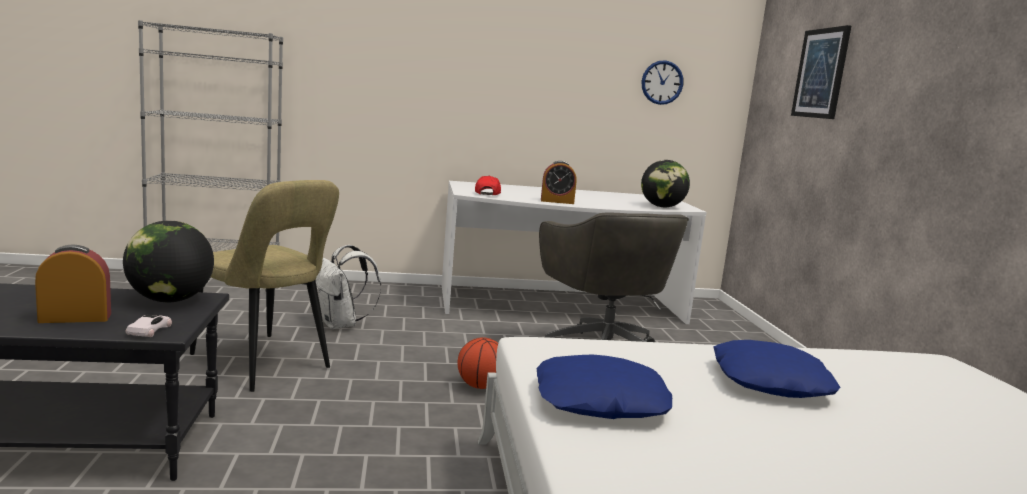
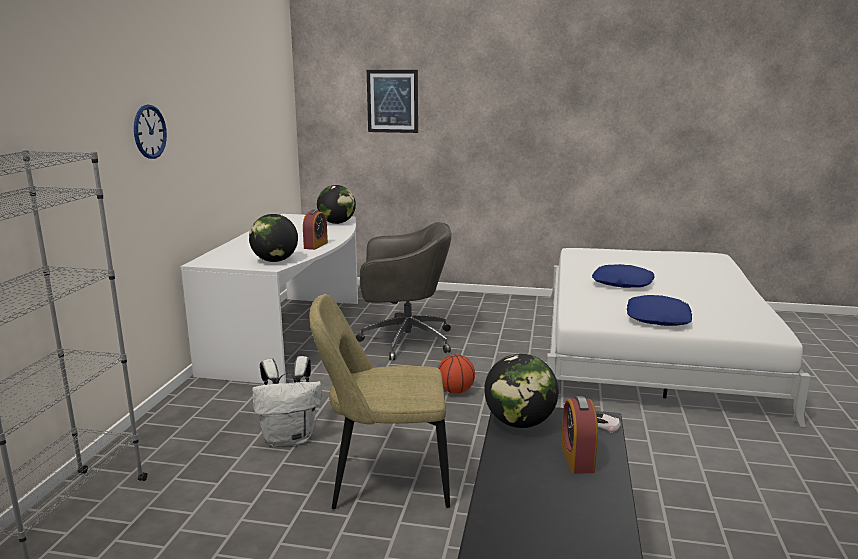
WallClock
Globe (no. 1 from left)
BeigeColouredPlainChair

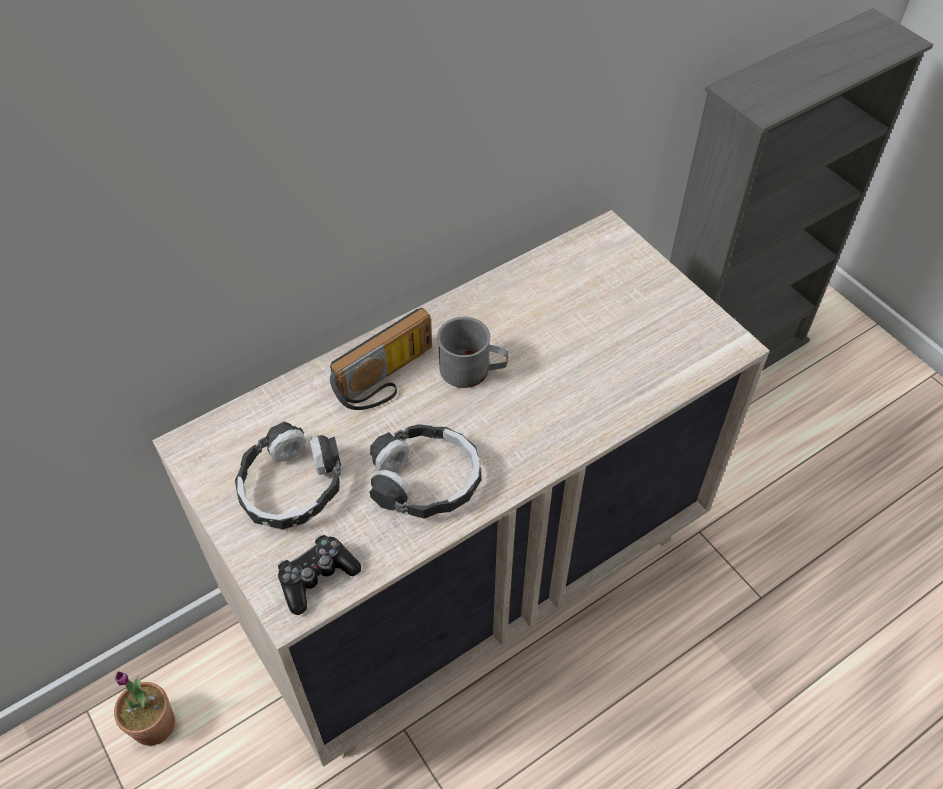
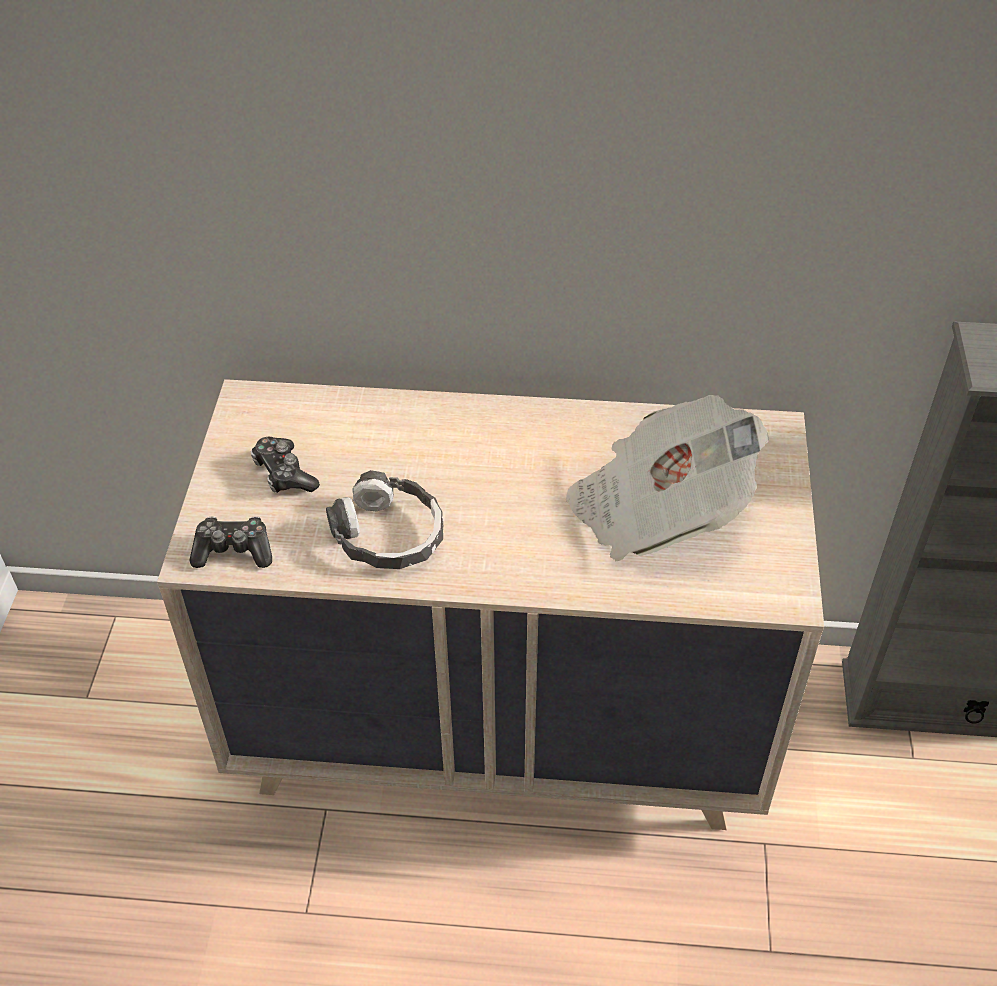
Joypad (no. 2 from left)
Newspaper
PlantInAPot
RadioReceiver
GreyTeaMug

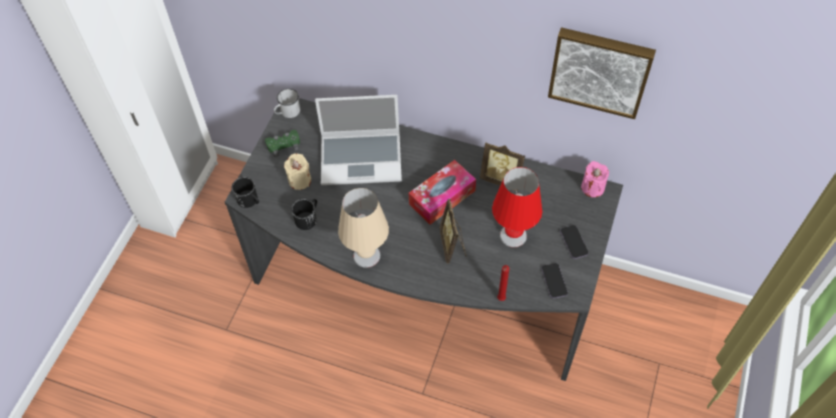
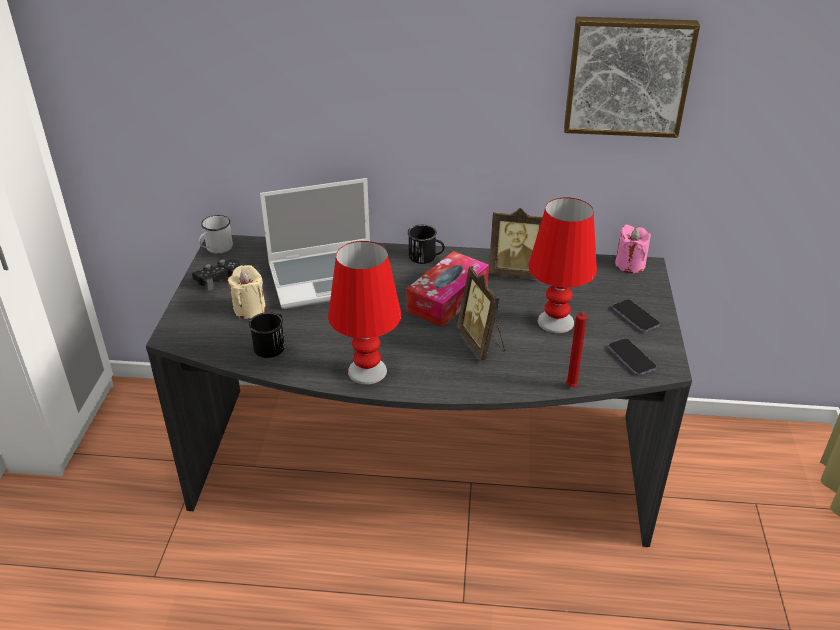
BlackJoypad
RedTableLamp (no. 1 from left)
BlackTeaMug (no. 2 from left)

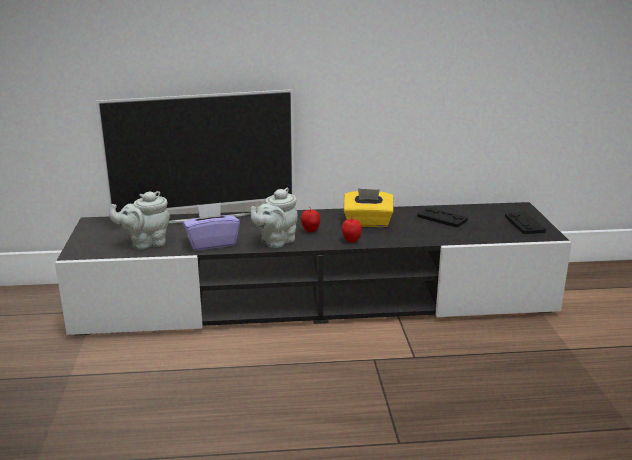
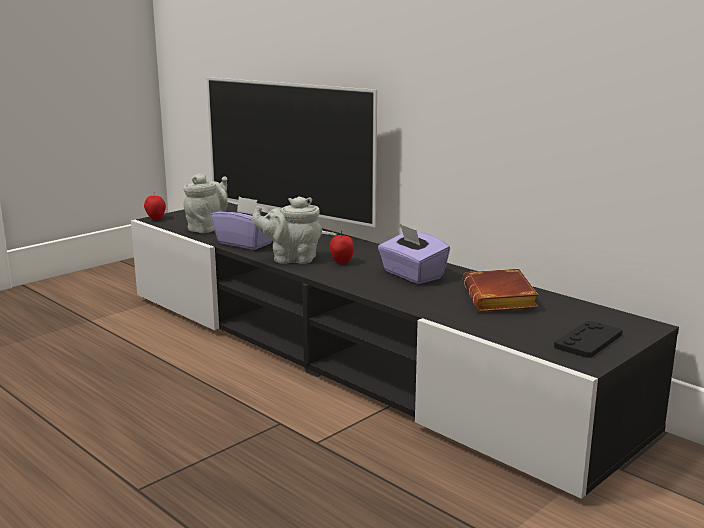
WholeApple (no. 1 from left)
GreyTeapot (no. 1 from left)
PurplishBoxOfTissues (no. 2 from left)
BrownBoundBook

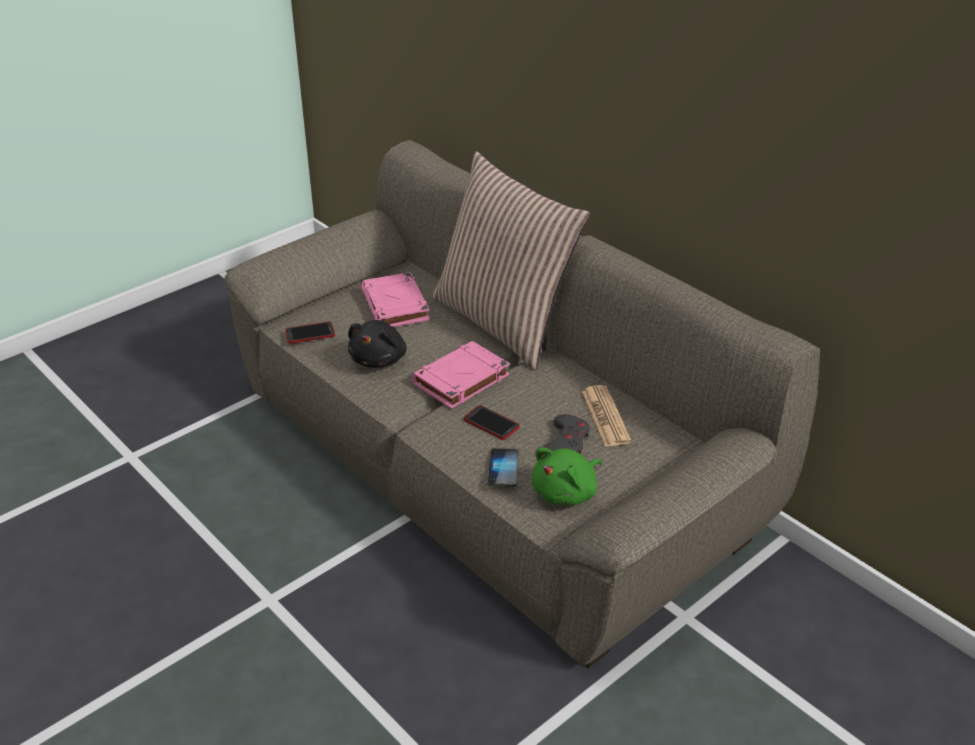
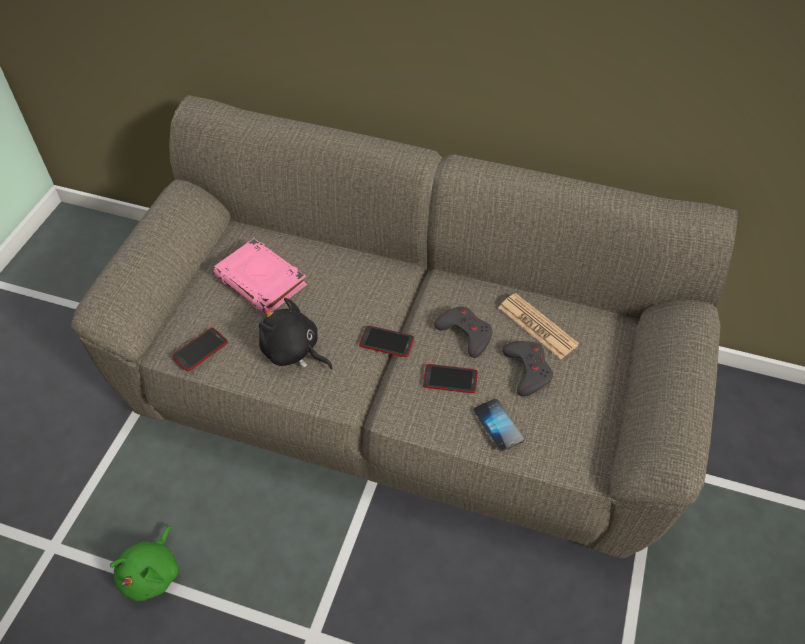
GreenPlushToy
BlackPlushToy
Phone (no. 2 from left)
GreyJoypad (no. 1 from left)
ThrowPillow

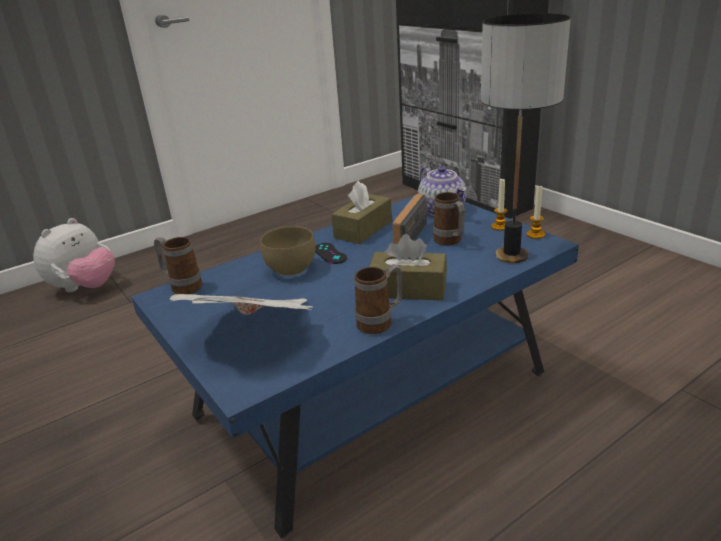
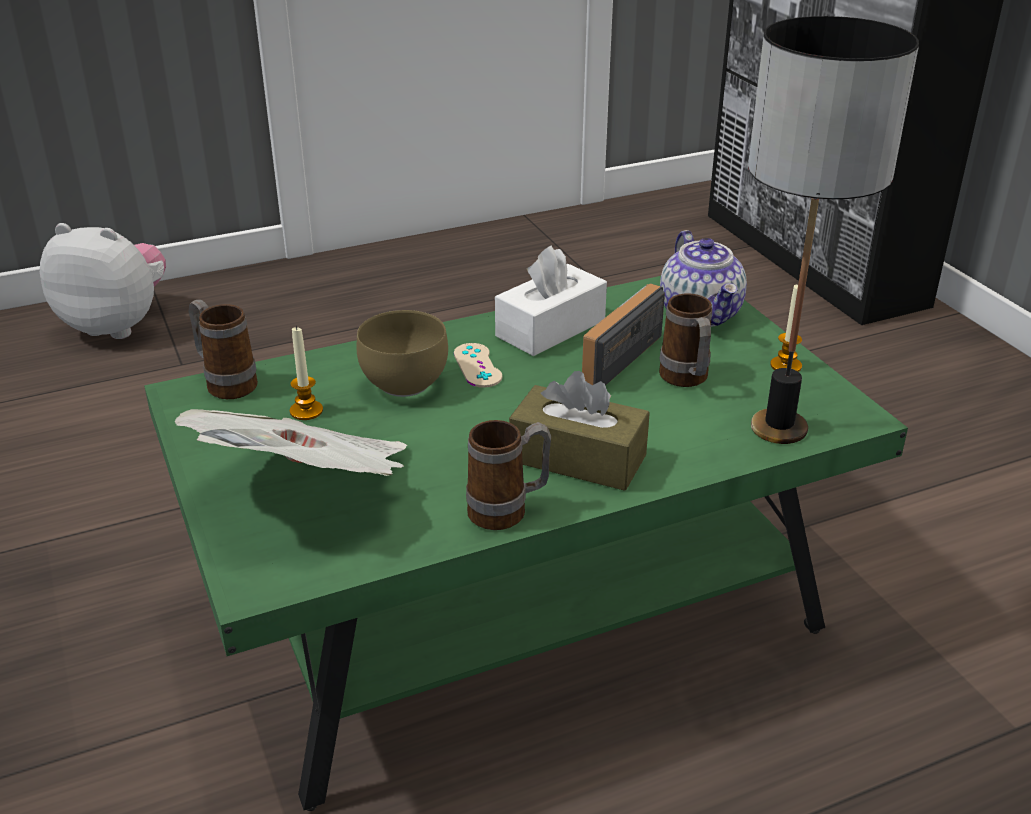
PlushToy
GreenLowTable
WaxCandle (no. 1 from left)
BeigeColouredJoypad
WhitishBoxOfTissues

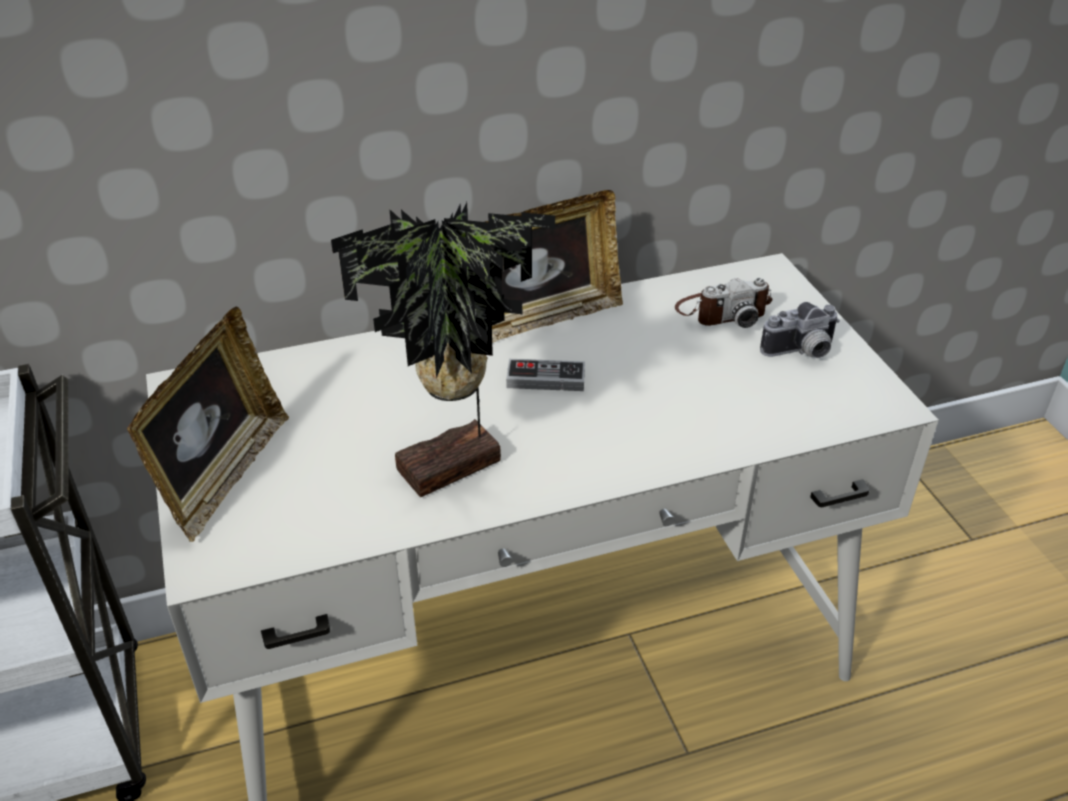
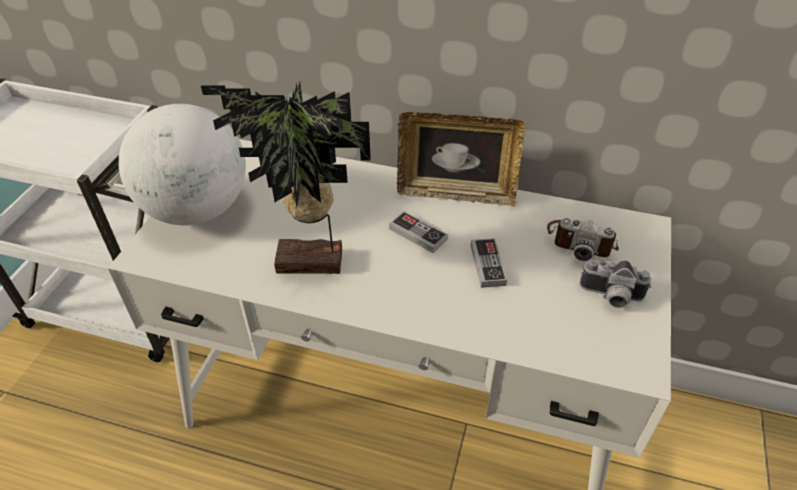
Globe
Joypad (no. 2 from left)

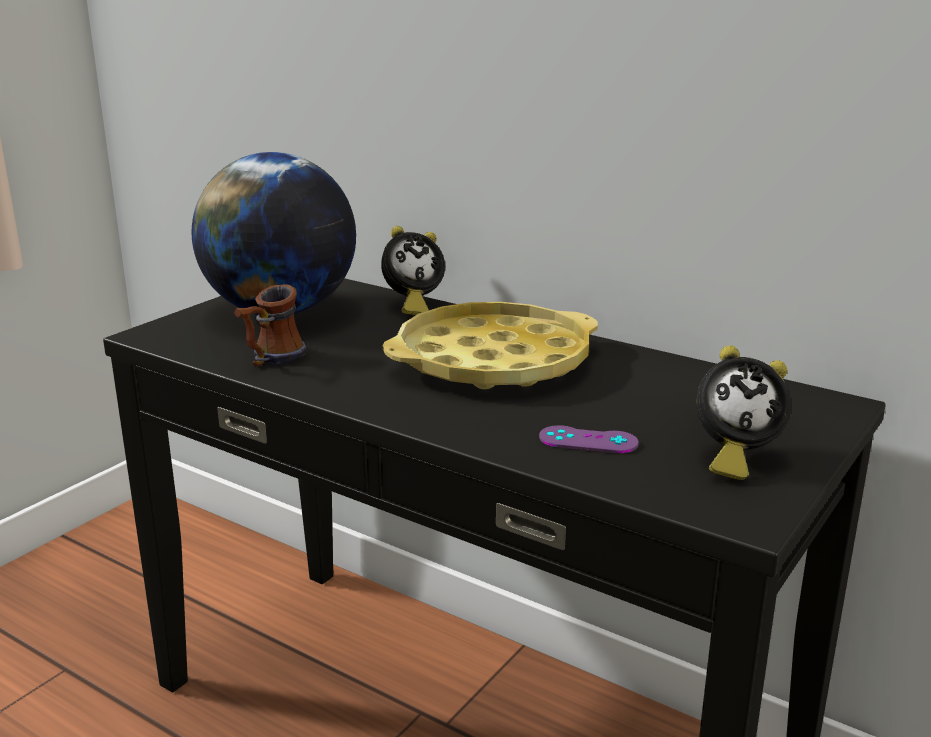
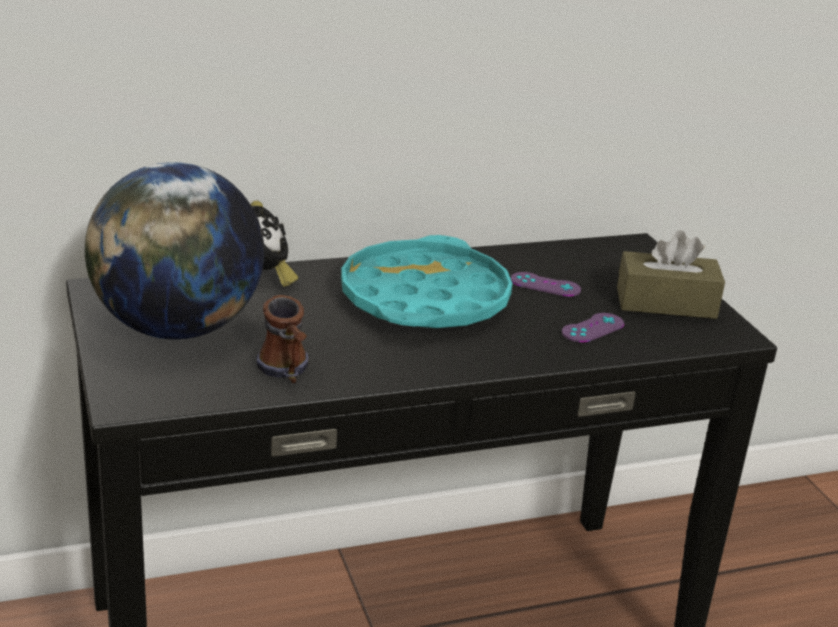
TurquoiseServingTray
PurplishJoypad (no. 1 from left)
BrownBoxOfTissues

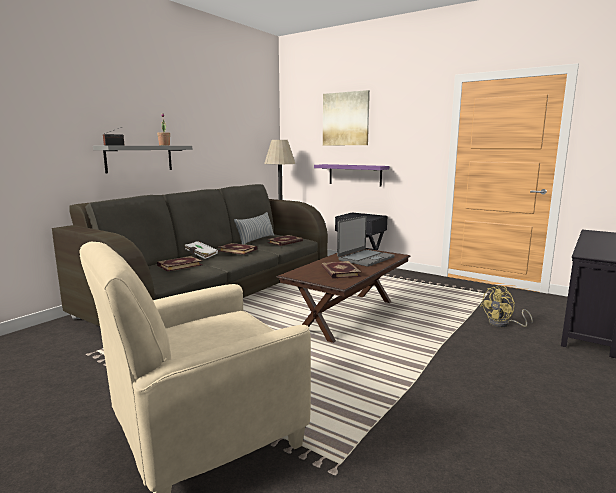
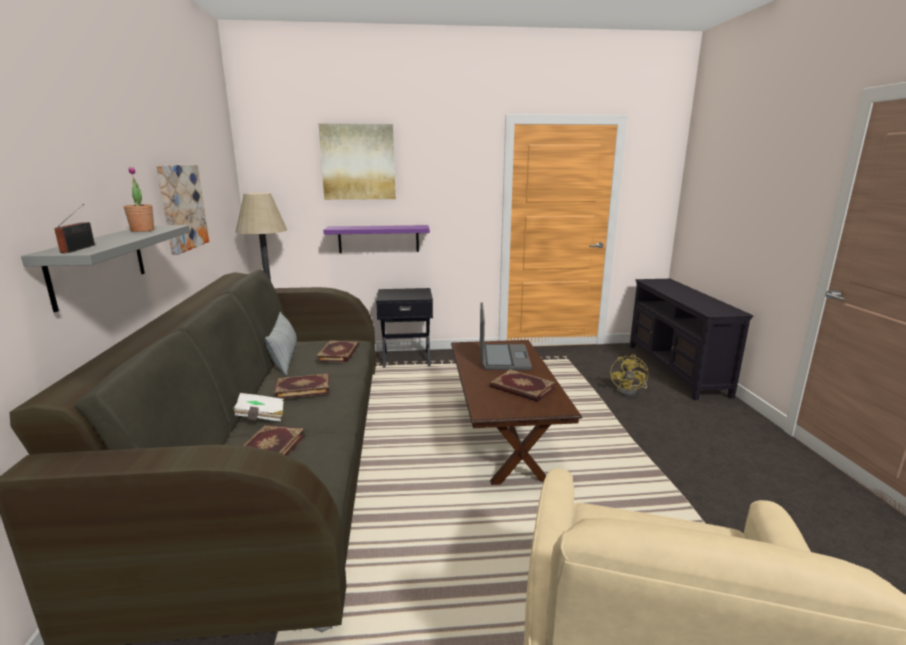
WallArt (no. 1 from left)

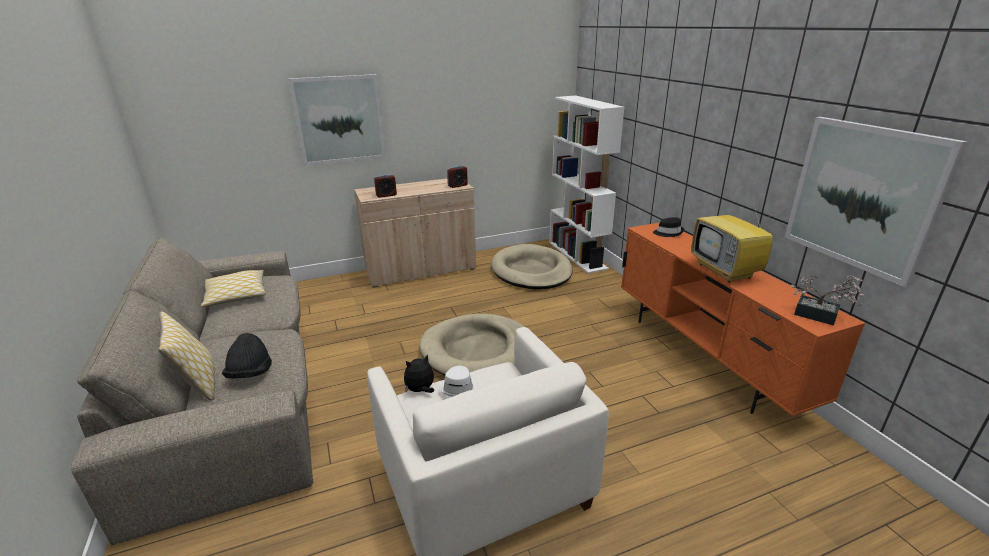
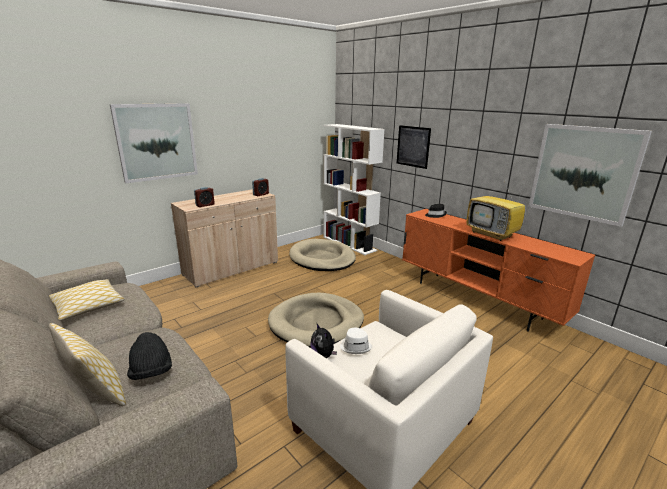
PlushToy
WallArt (no. 2 from left)
PlantInAPot

